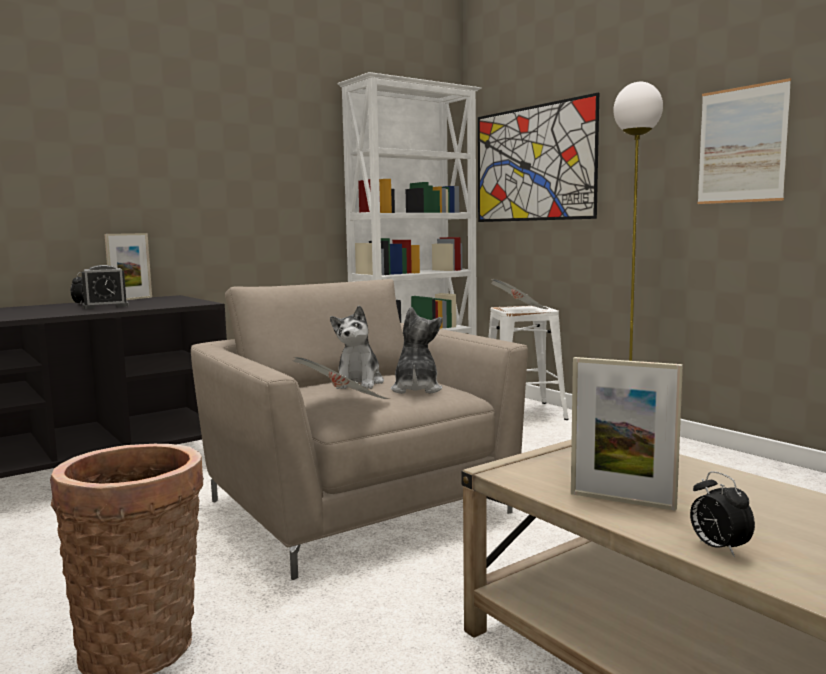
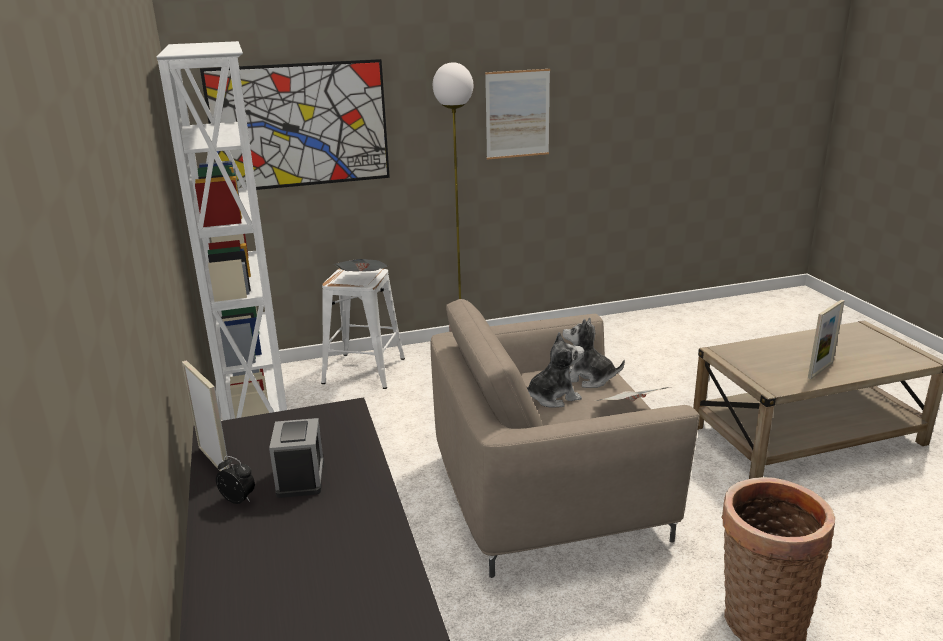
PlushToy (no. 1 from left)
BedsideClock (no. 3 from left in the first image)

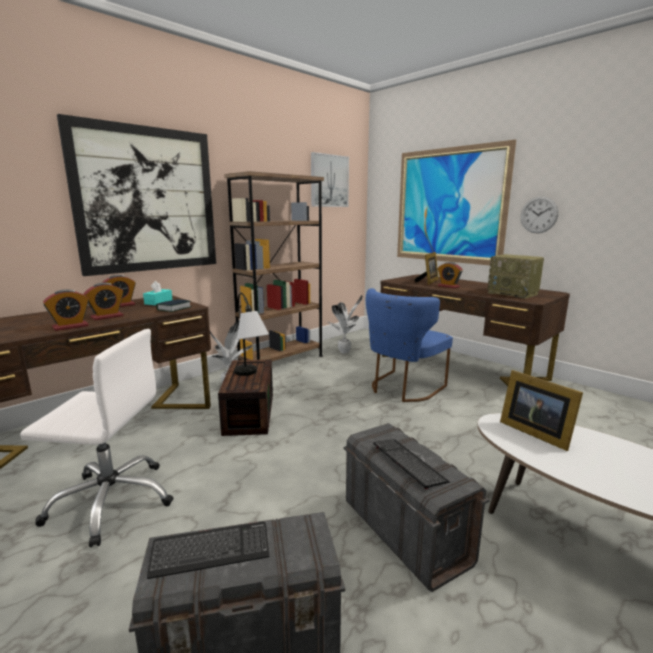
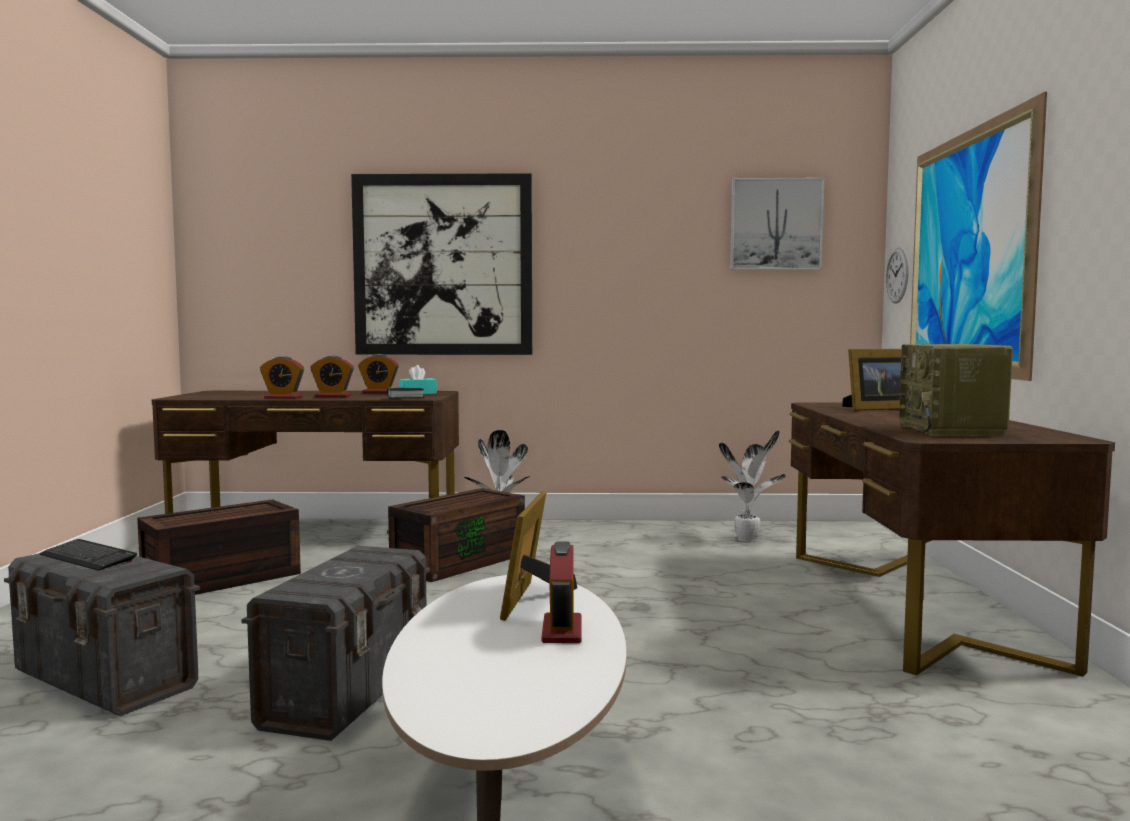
BrownStorageBin (no. 1 from left)
BedsideClock (no. 4 from left)
WallClock
BrownBookcase
TableLamp
BluishPlainChair
PcKeyboard (no. 2 from left in the first image)

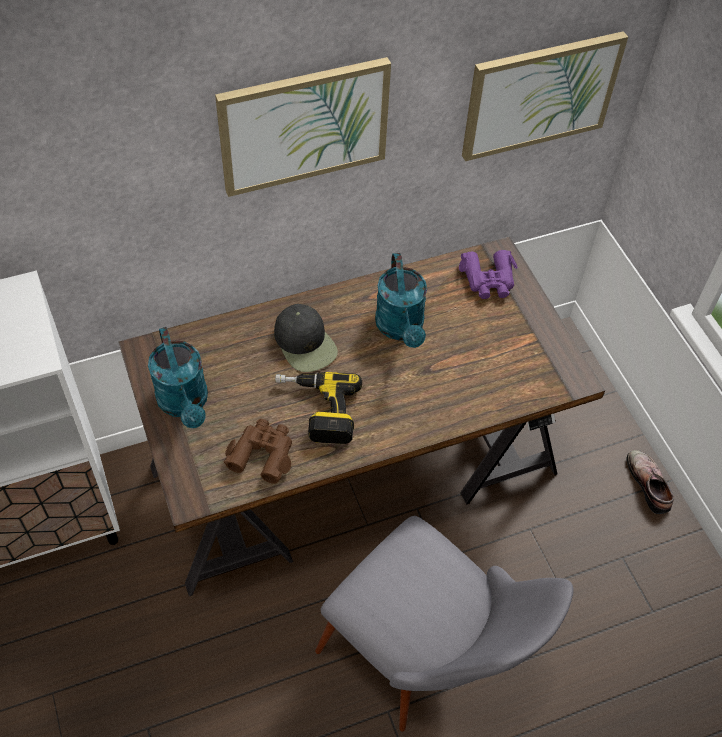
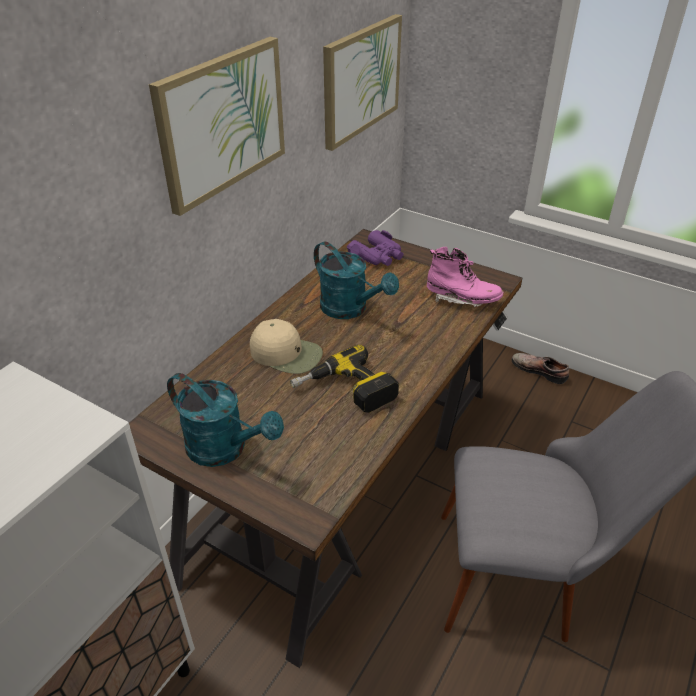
BeigeColouredBaseballCap
PinkColouredBoot
BrownBinoculars

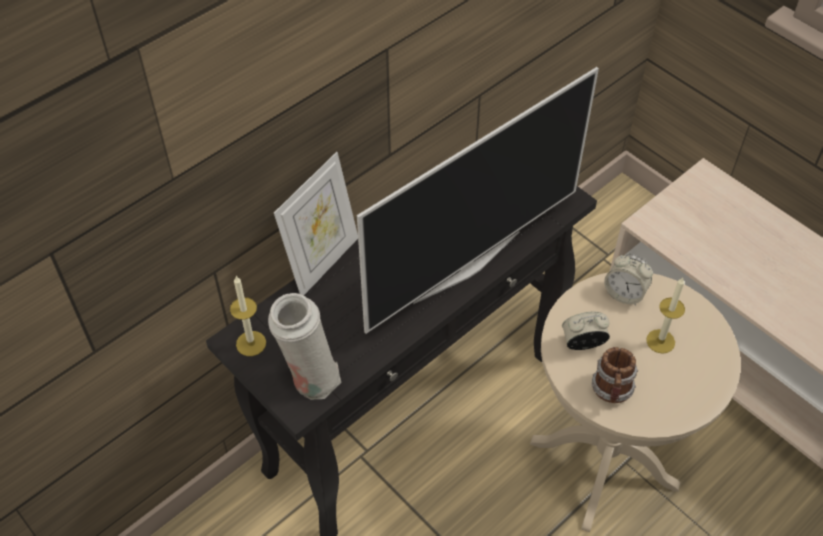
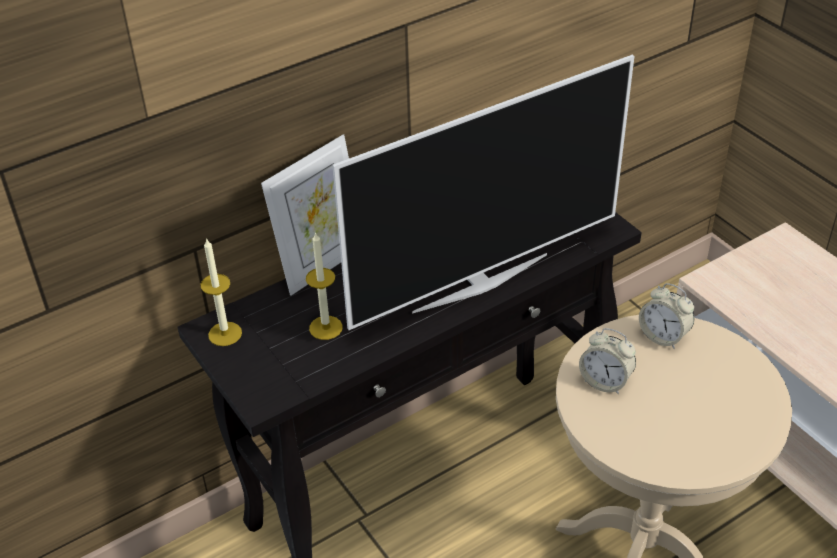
WaxCandle (no. 2 from left)
BedsideClock (no. 1 from left)
WhitishFlowerVase
TeaMug

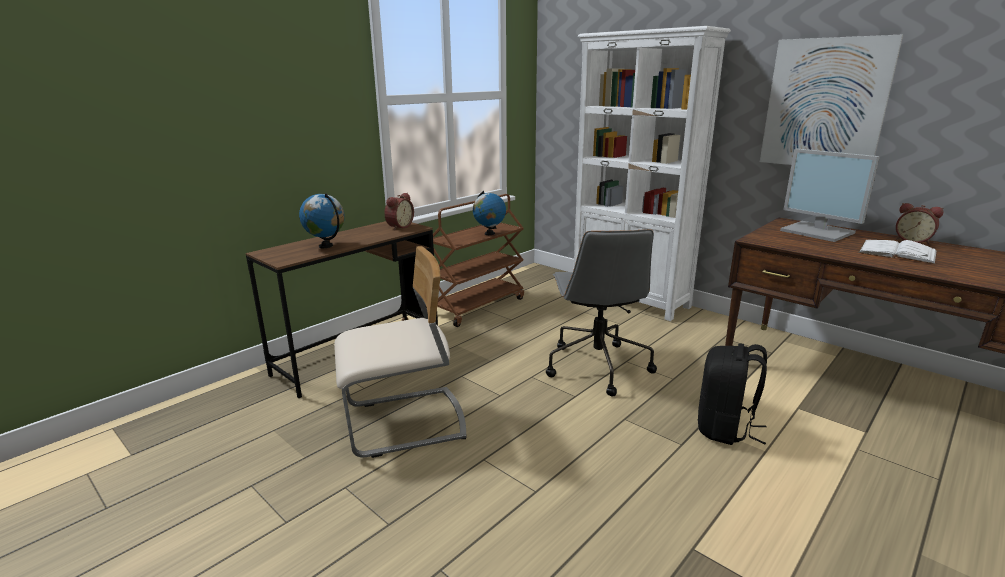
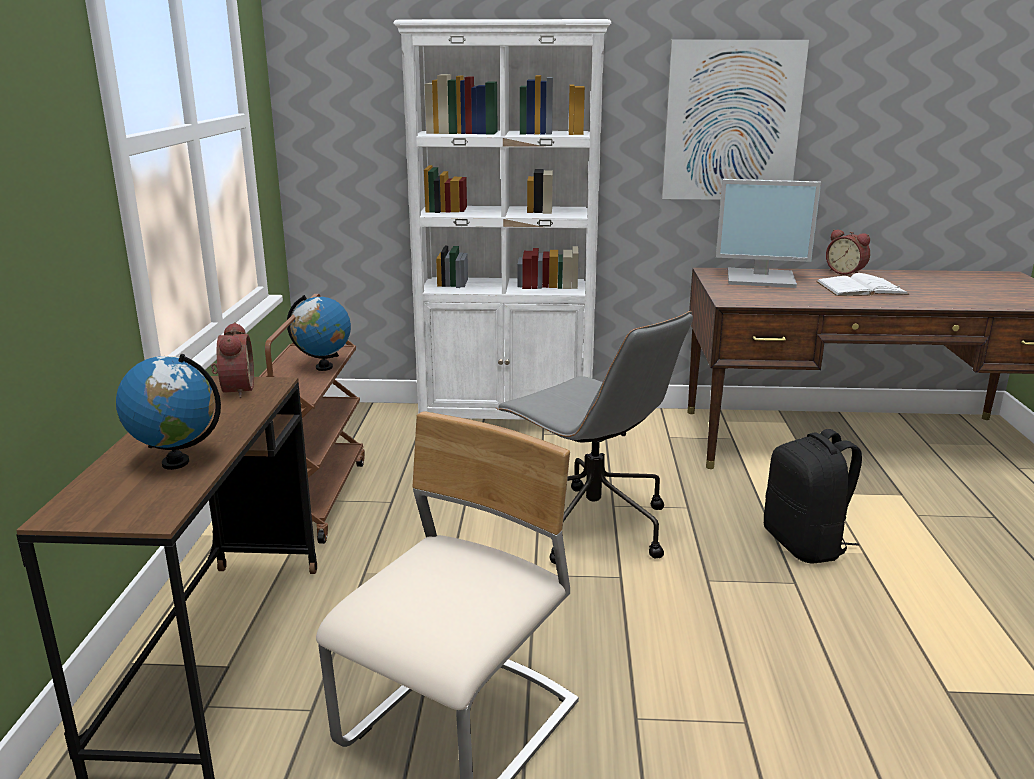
BedsideClock (no. 2 from left)

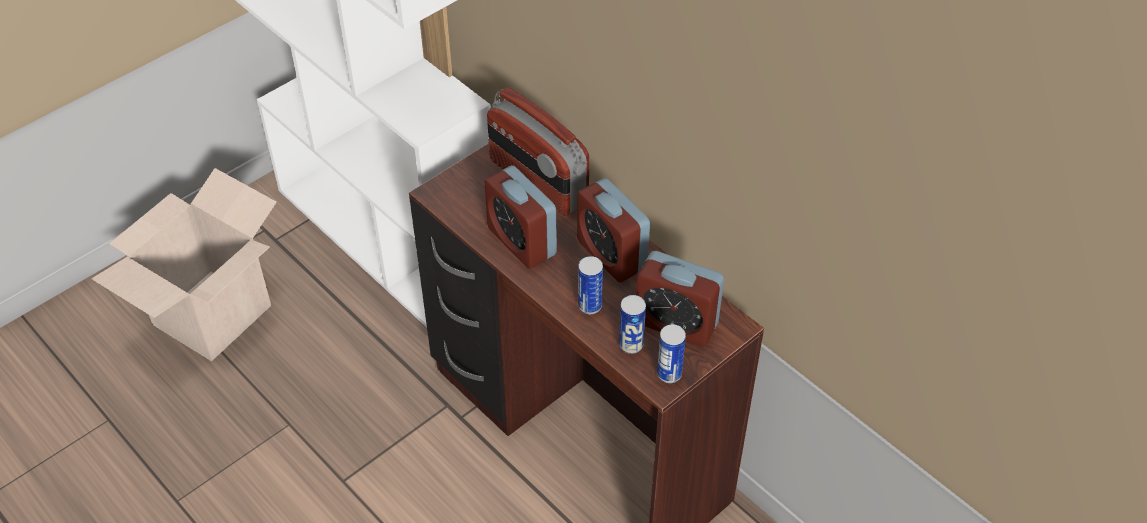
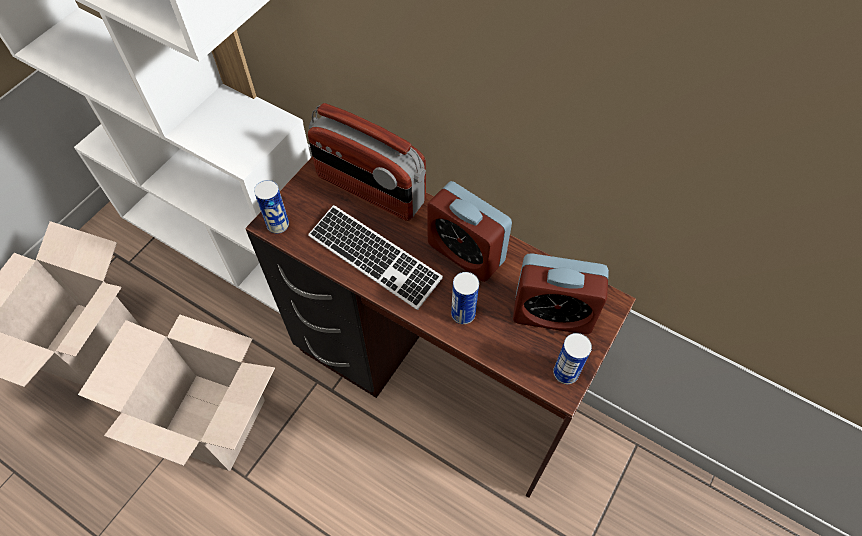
Carton (no. 2 from left)
SealedCan (no. 1 from left)
PcKeyboard

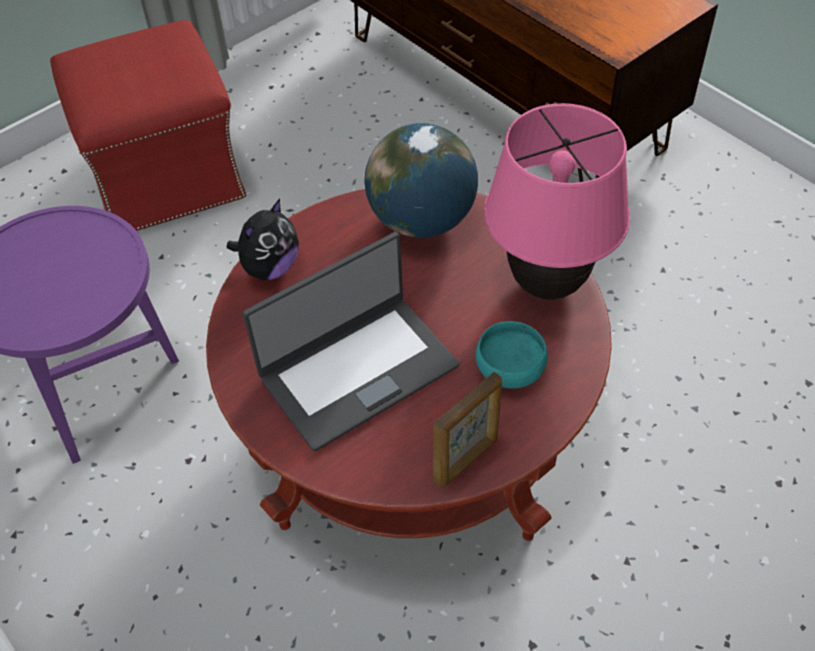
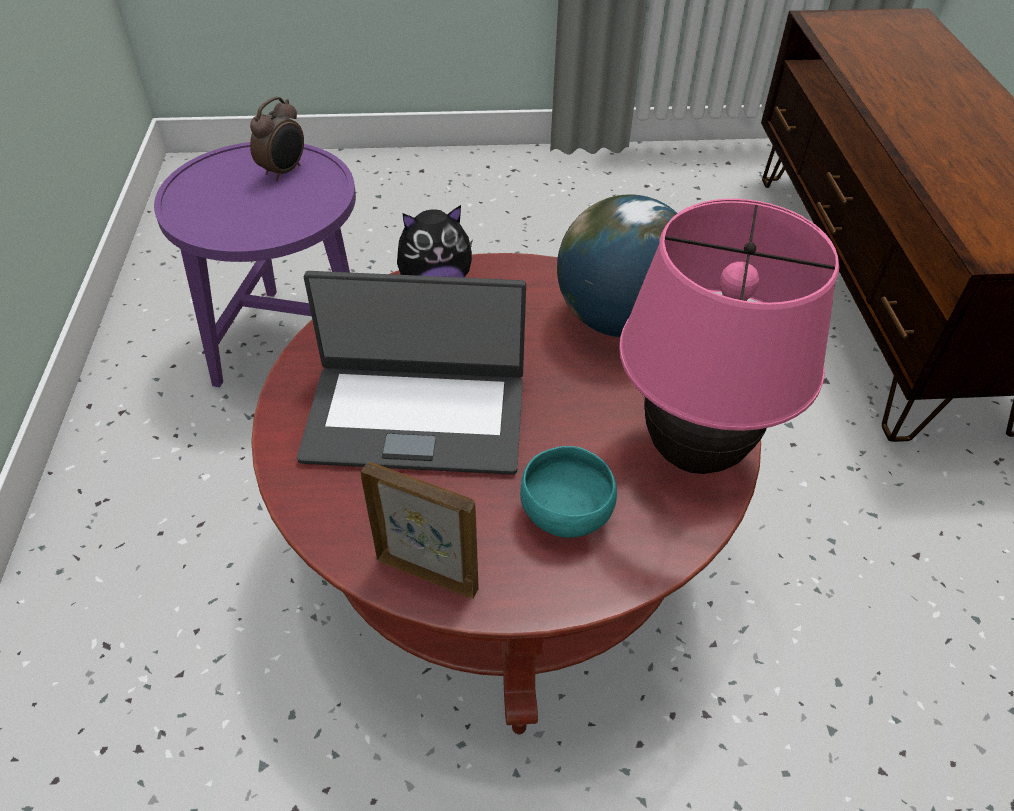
BedsideClock
StandingFrame
RedOttoman

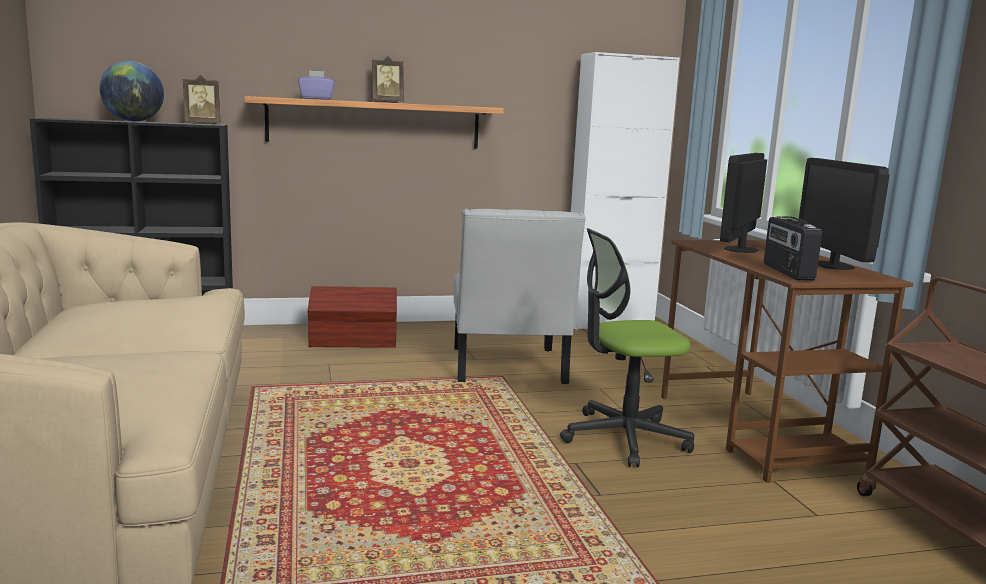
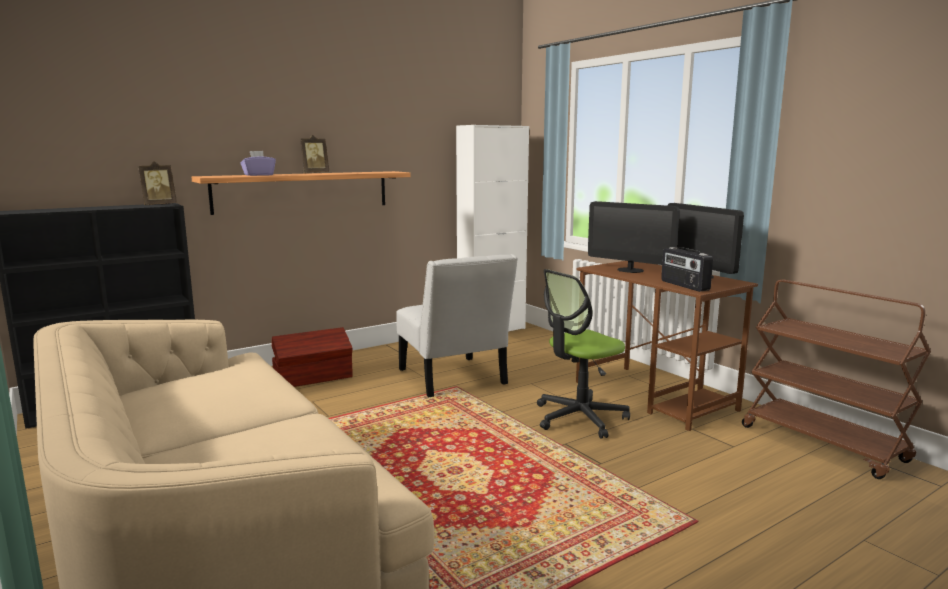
ComputerDisplay (no. 1 from left)
Globe

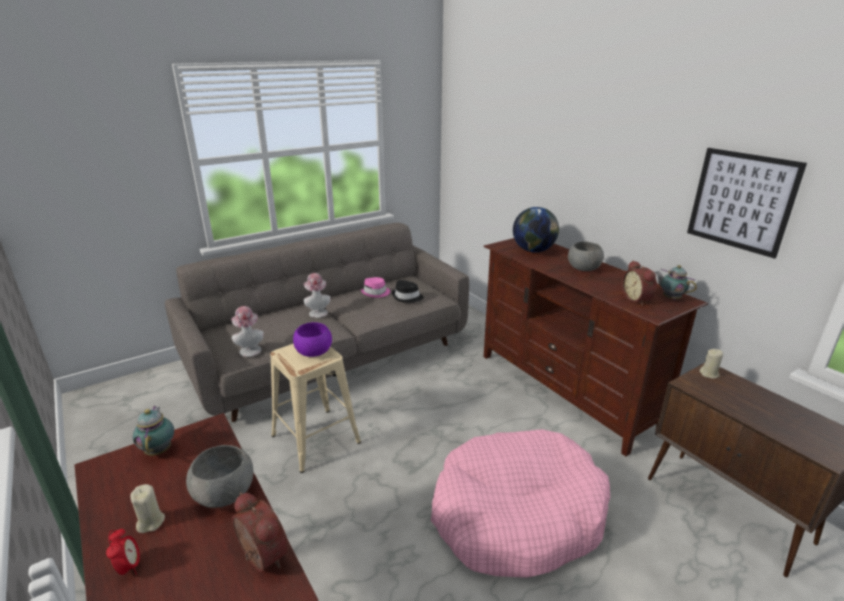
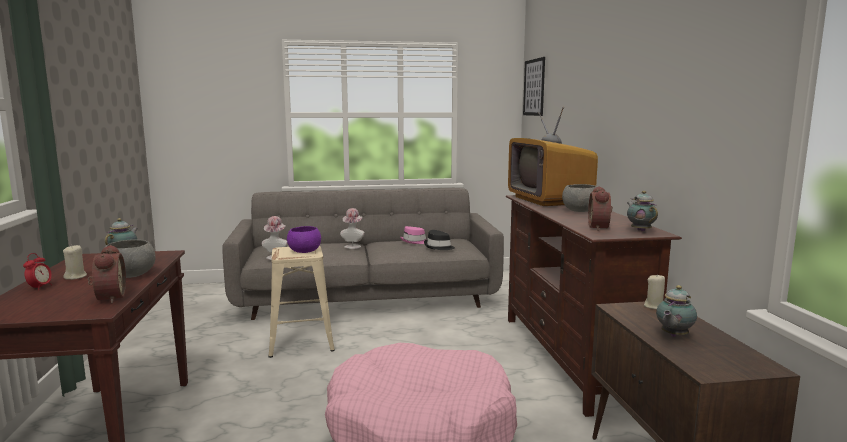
TvSet
WallArt
Teapot (no. 3 from left)

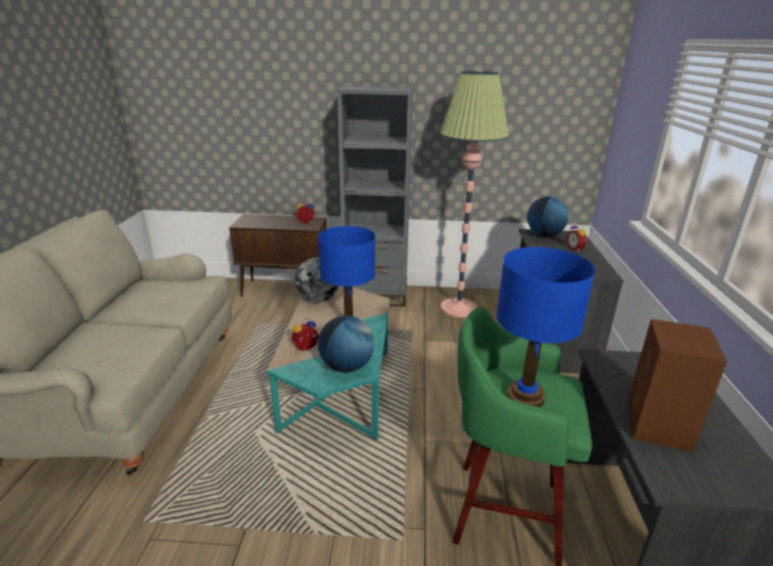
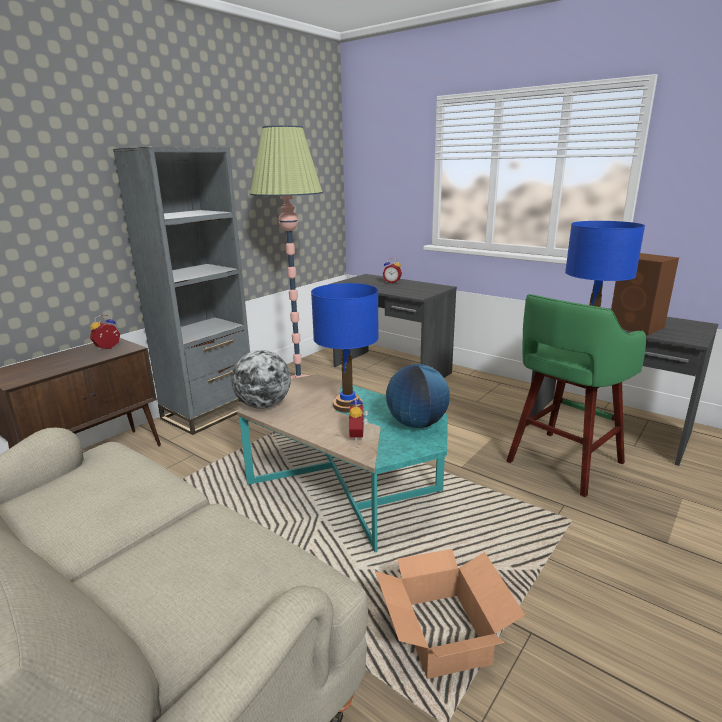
Carton
Globe (no. 3 from left in the first image)

